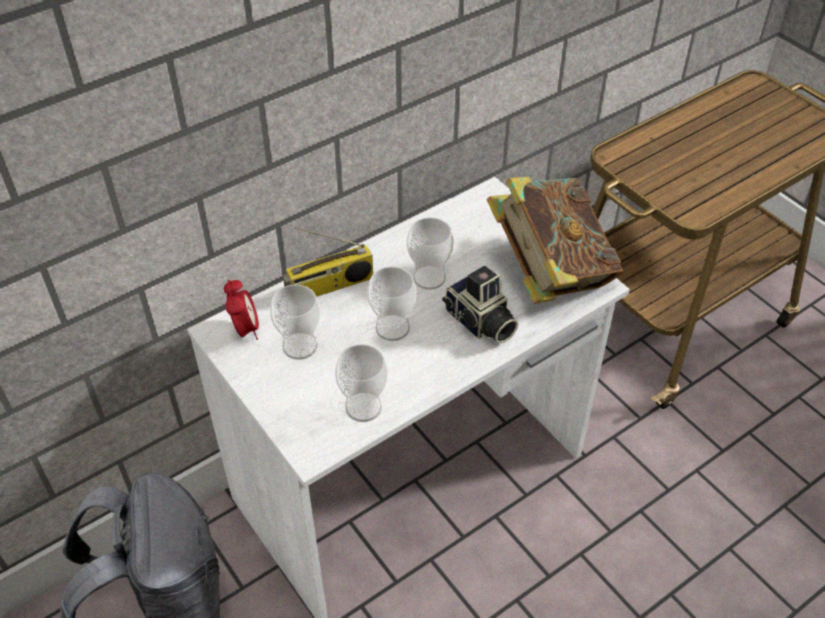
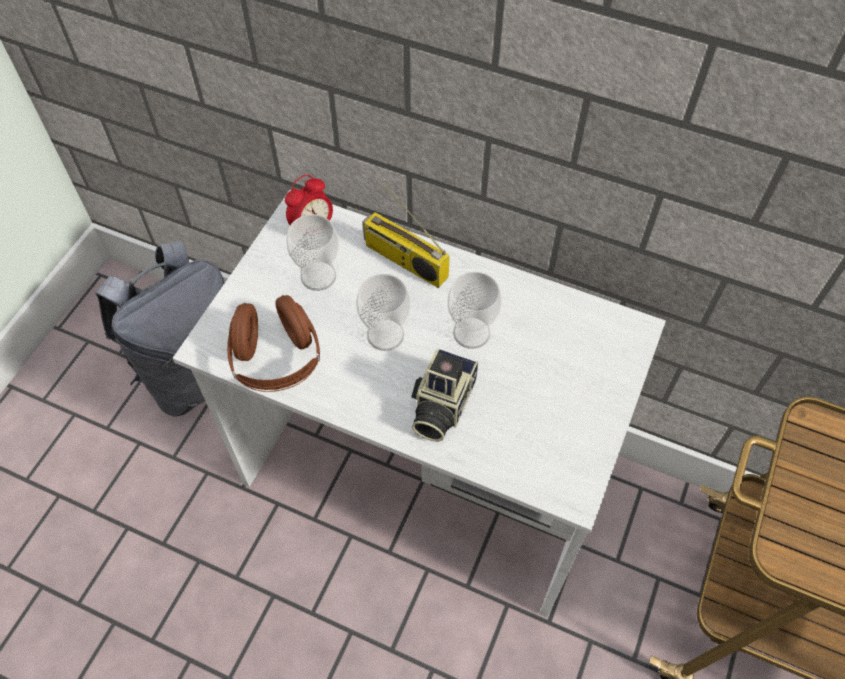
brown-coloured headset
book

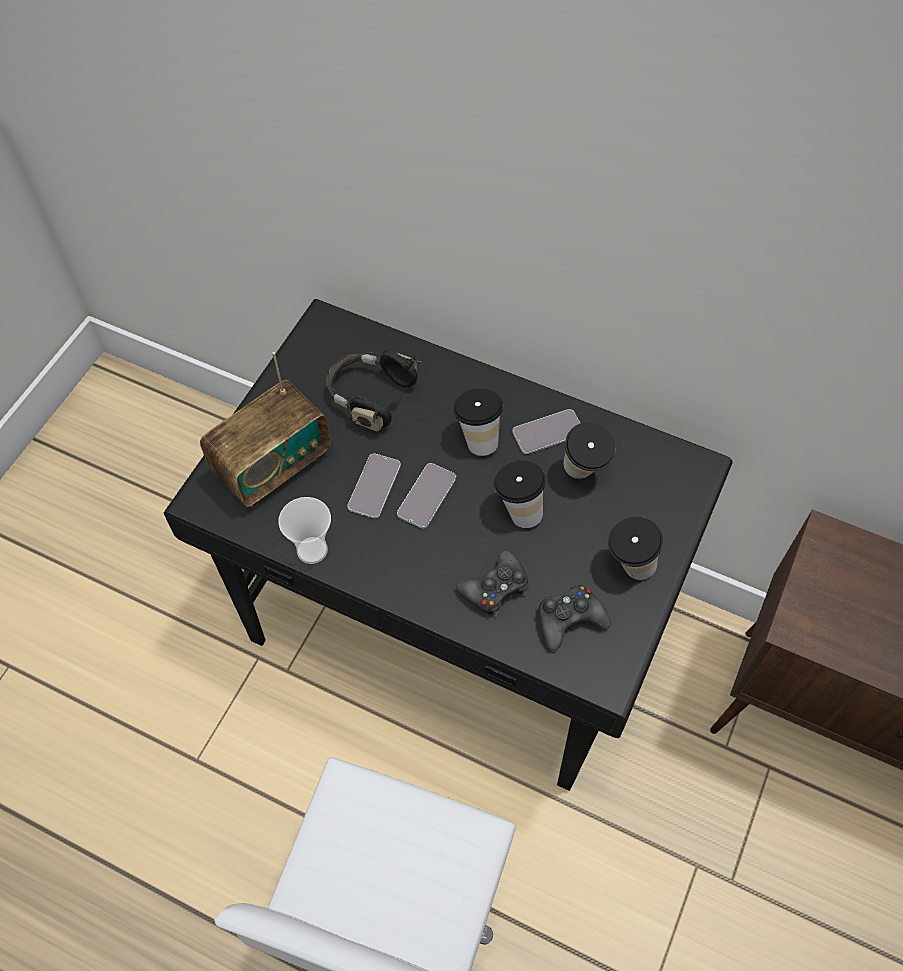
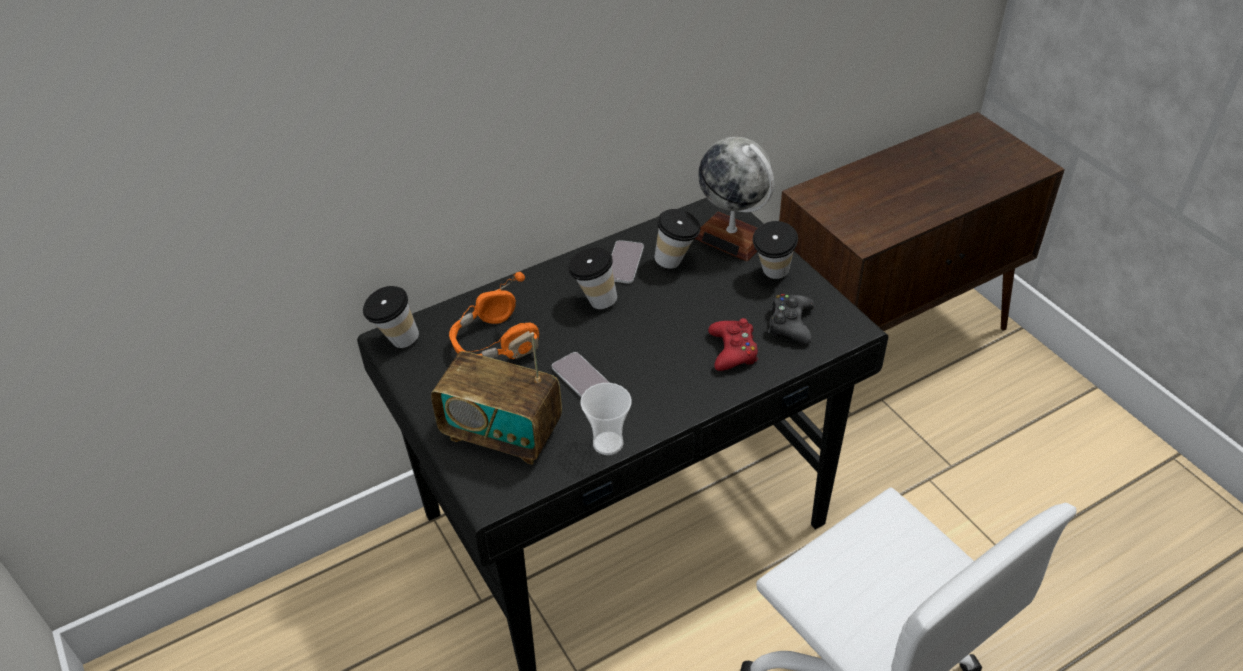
cup (1st from left)
radio
orange-coloured headset
desk globe
red game controller
handset (2nd from left in the first image)

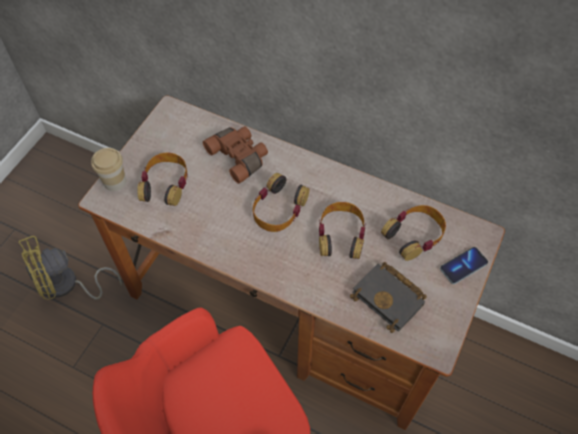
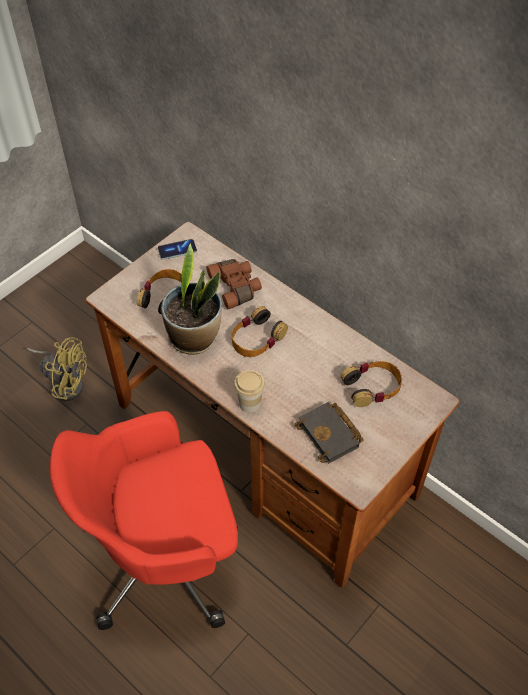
yellowish electric fan
handset
plant in a pot
cup
headset (3rd from left in the first image)

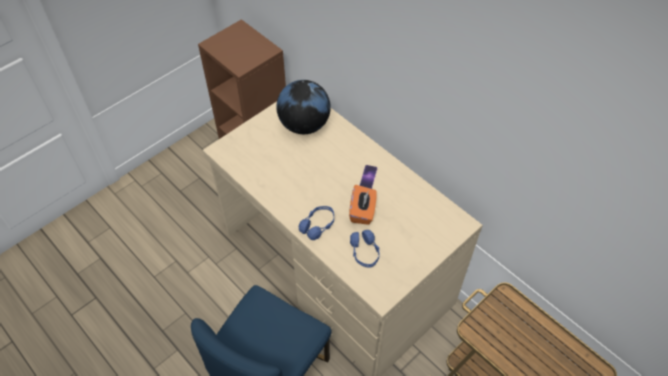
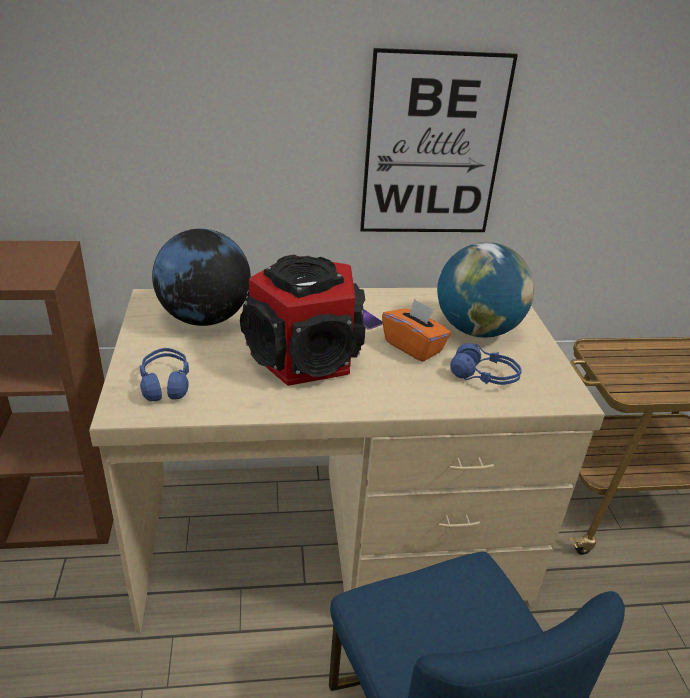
blue headset (1st from left)
audio speaker
wall art
desk globe (2nd from left)

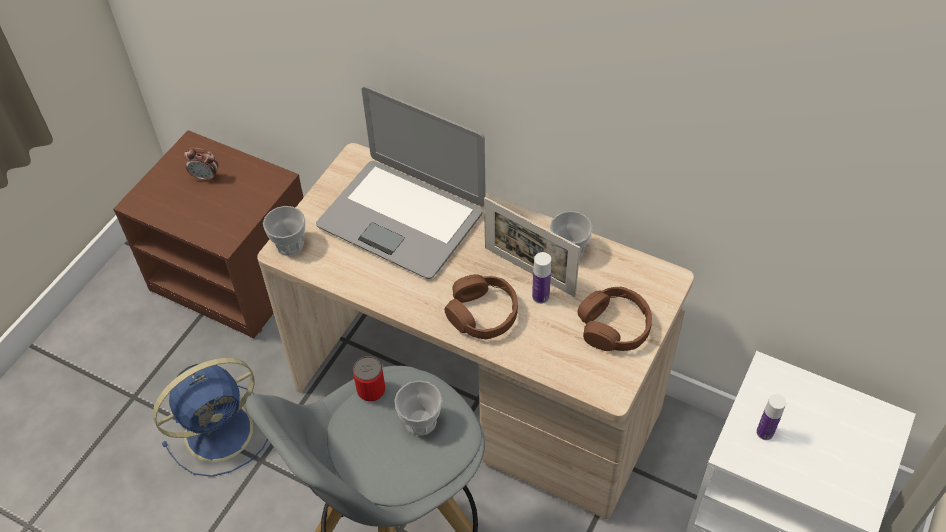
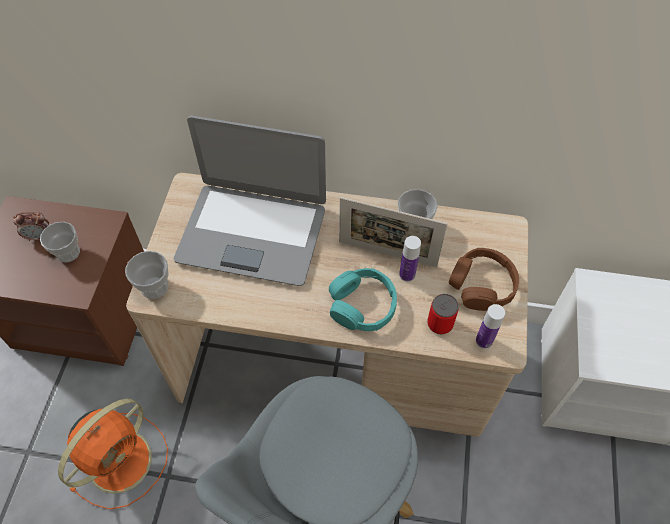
cup (1st from left)
orange-coloured electric fan
blue-green headset
metal can
drink bottle (2nd from left)

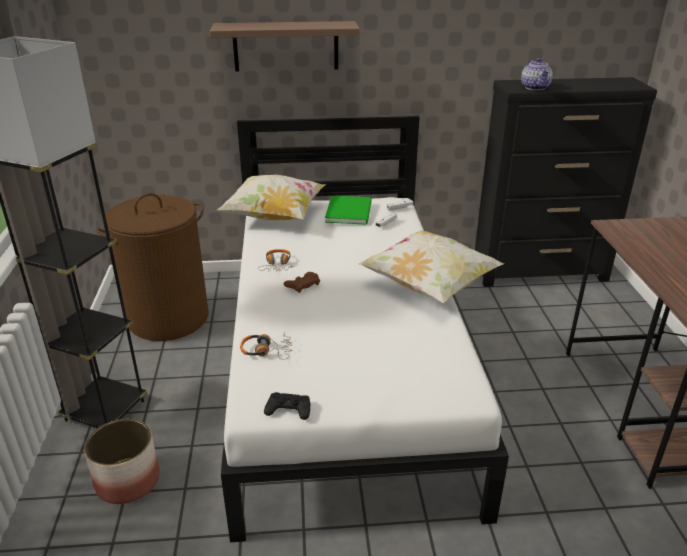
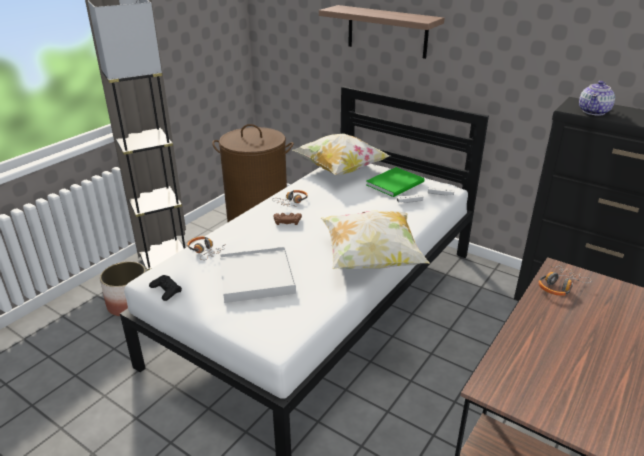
white-coloured tray
headset (3rd from left)

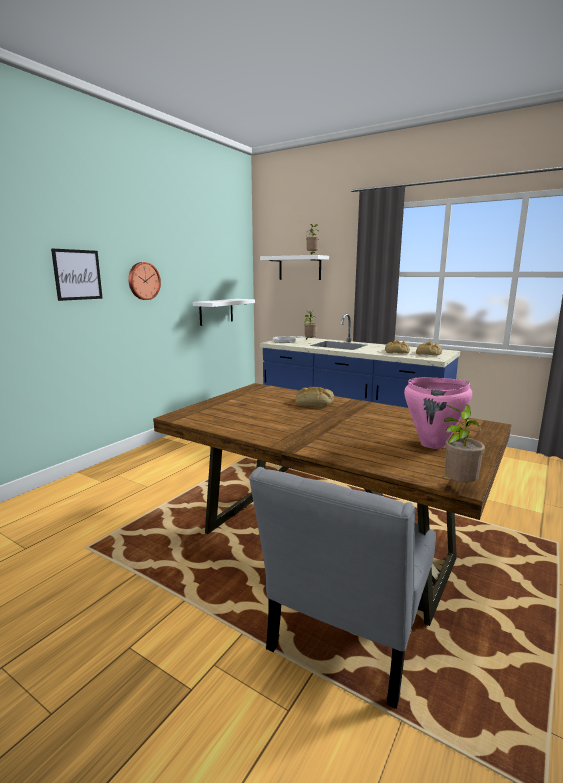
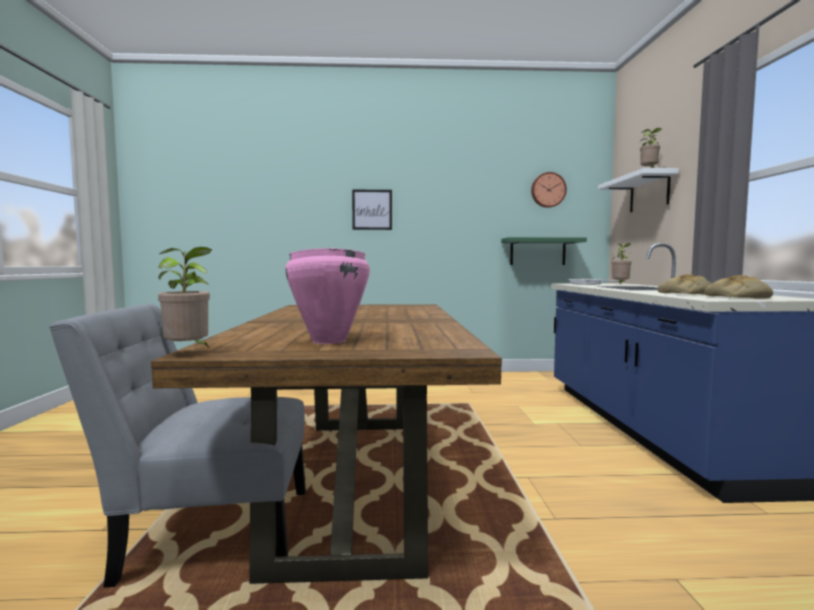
green-coloured wall shelf
clock on the wall
bread (1st from left in the first image)

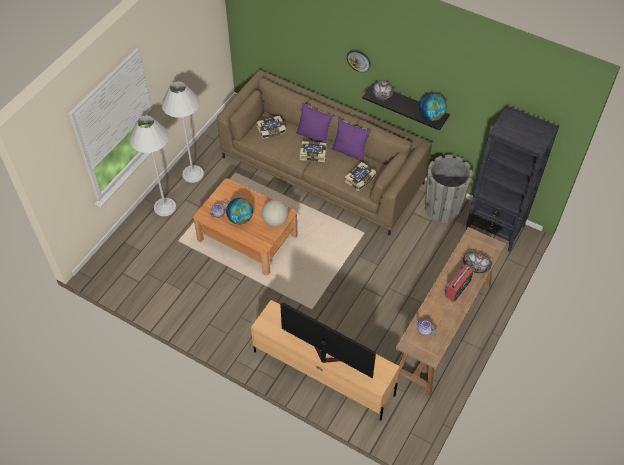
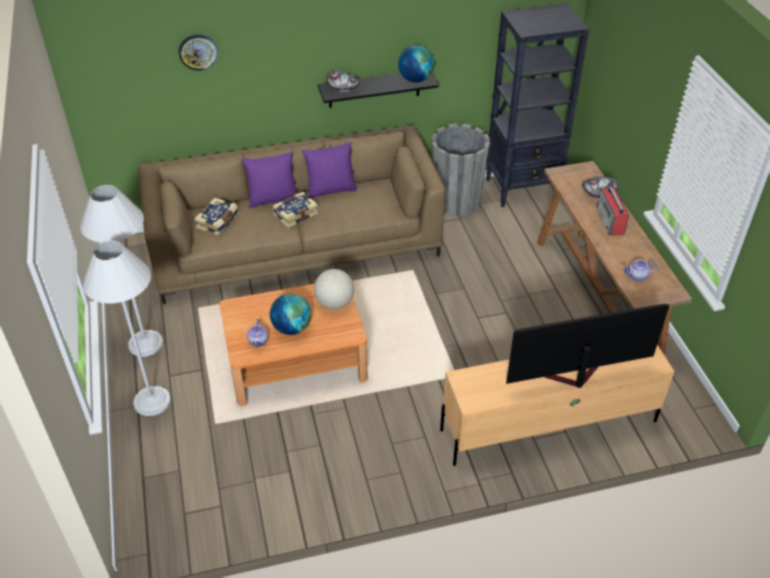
clock on the wall
book (3rd from left in the first image)

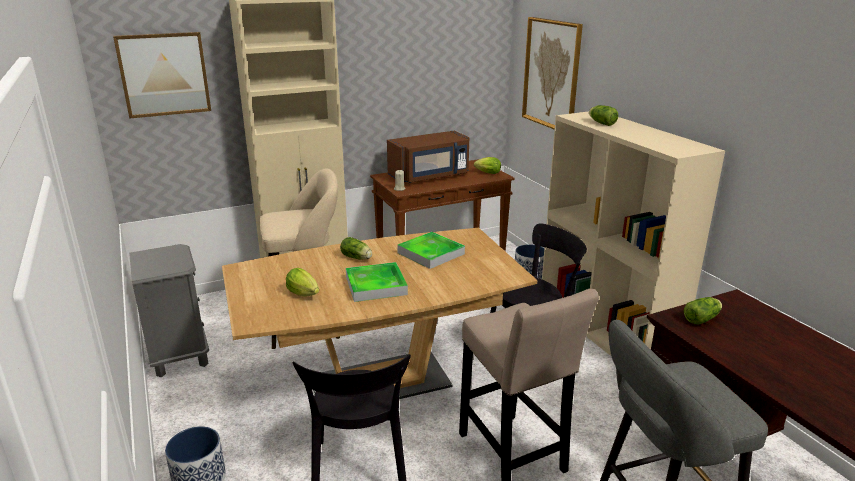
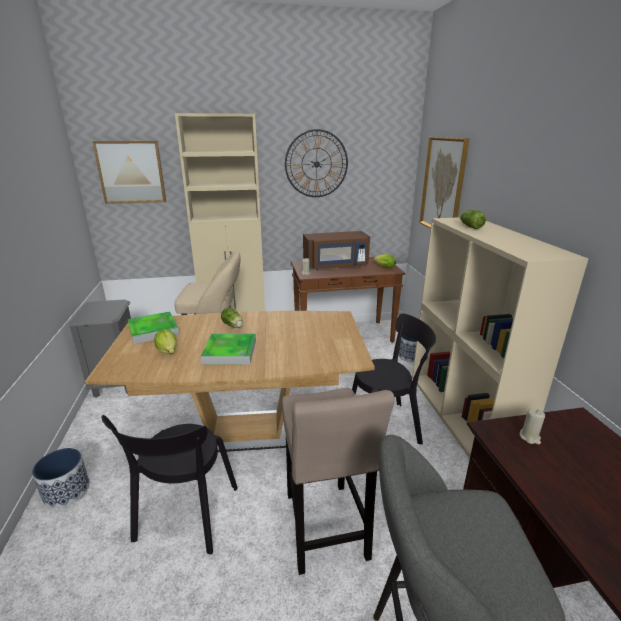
tray (1st from left)
clock on the wall
beige-coloured wax candle (2nd from left)

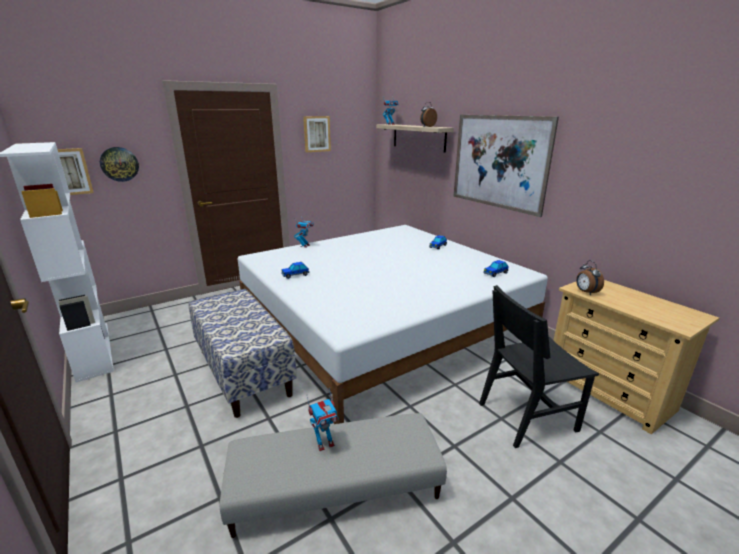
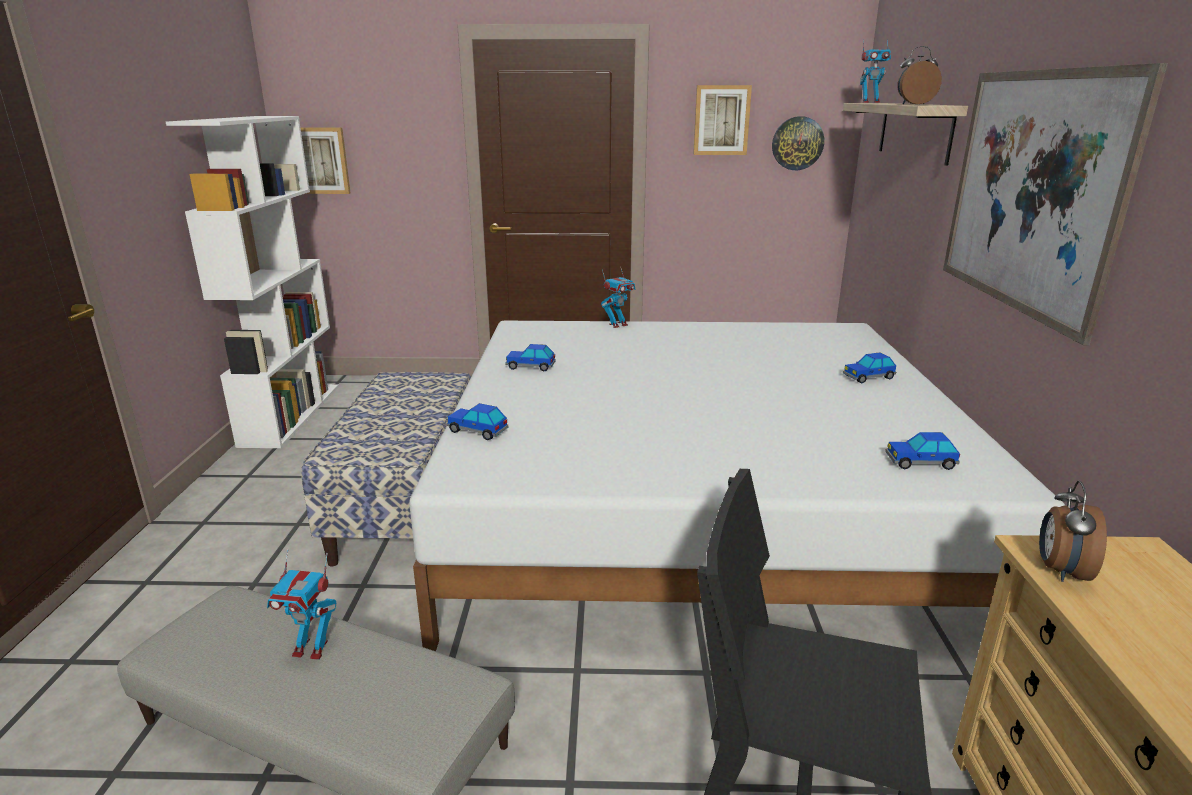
toy car (1st from left)
clock on the wall

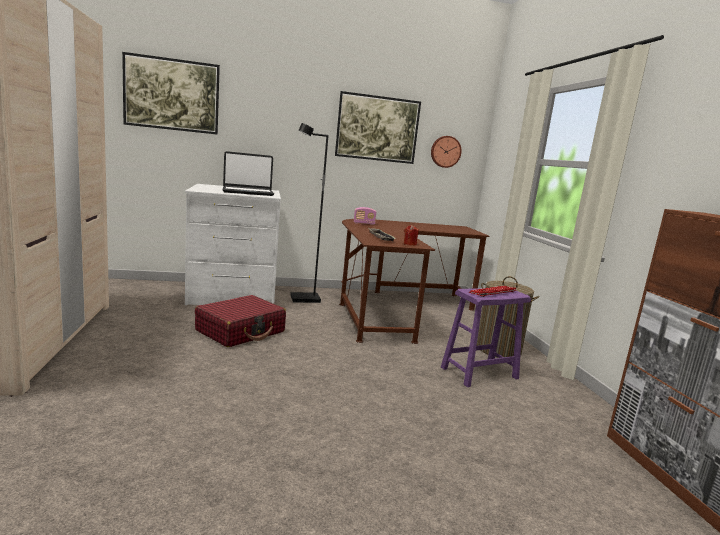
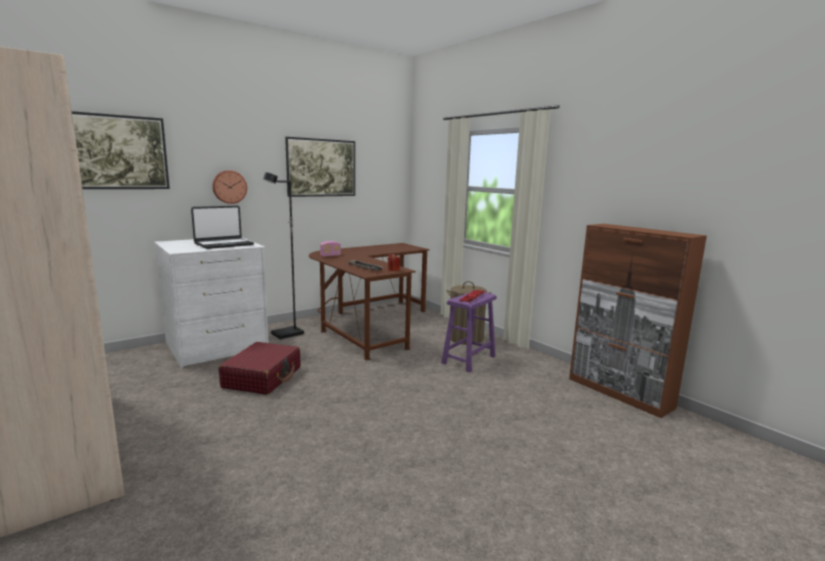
clock on the wall

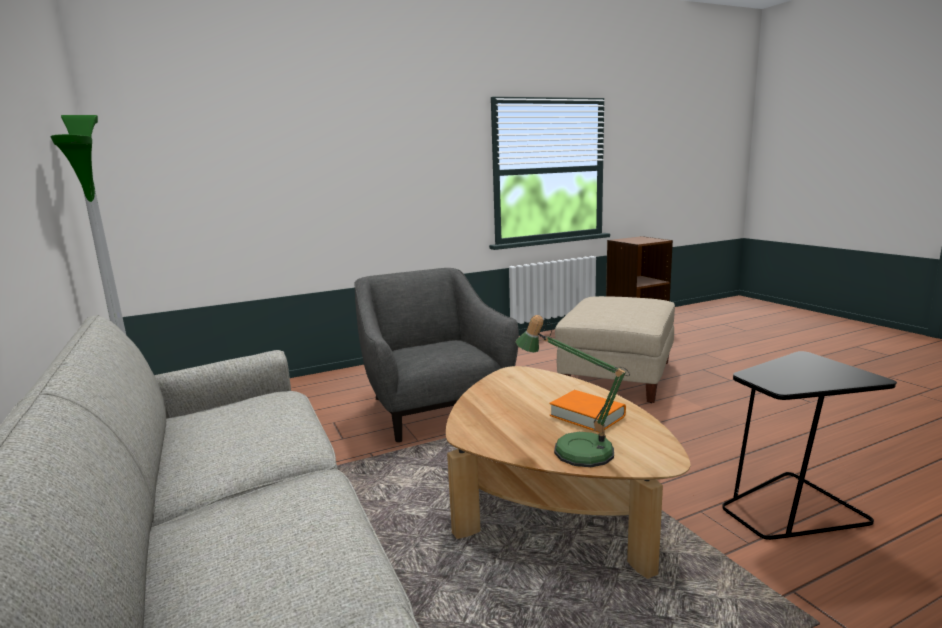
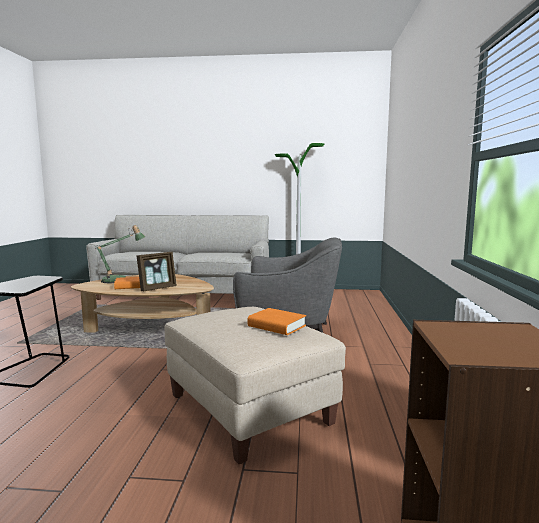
photo frame
orange-coloured book (2nd from left)

